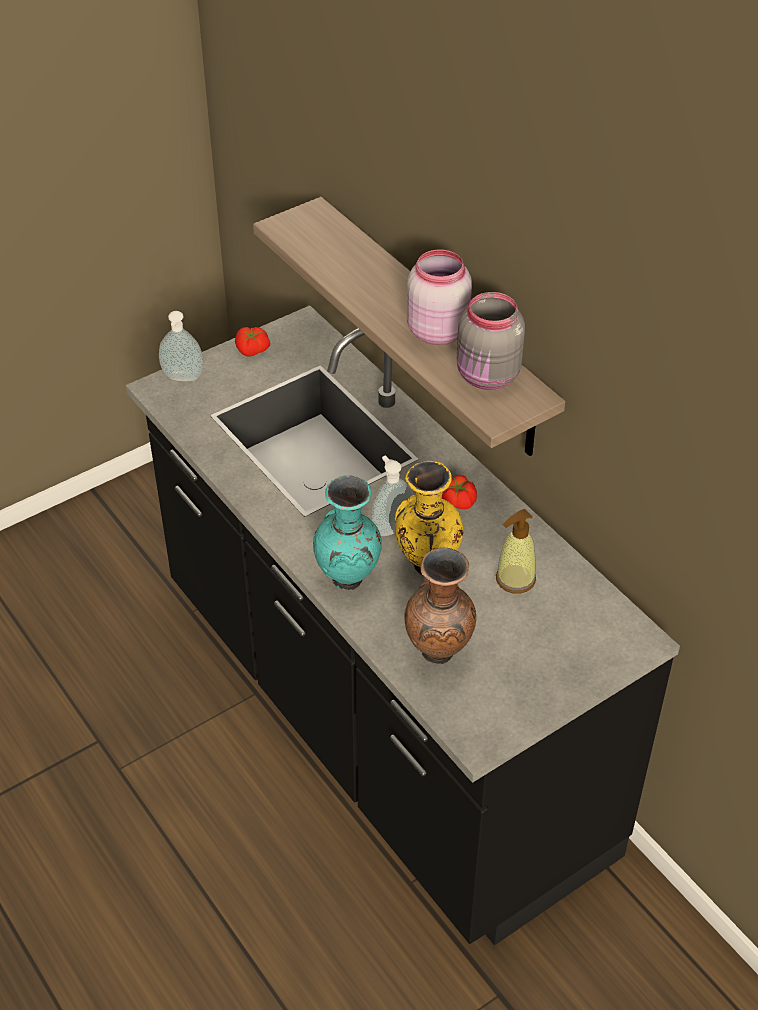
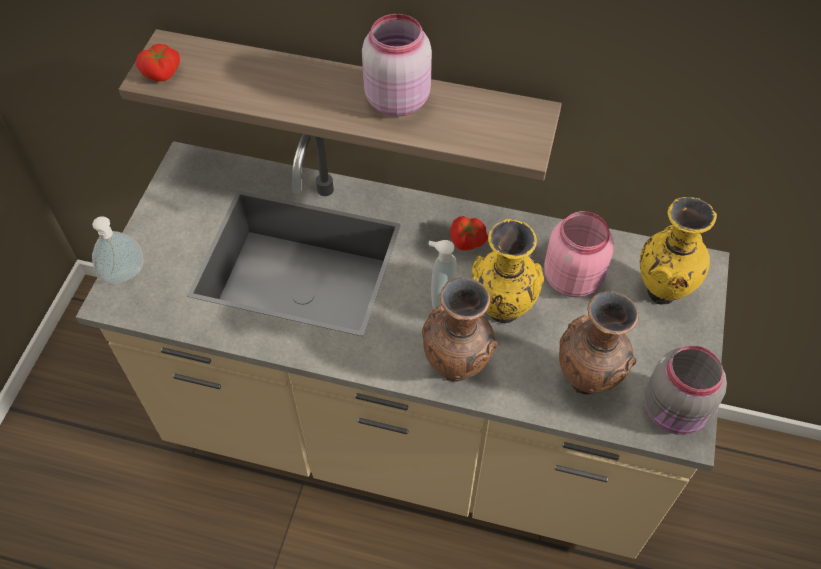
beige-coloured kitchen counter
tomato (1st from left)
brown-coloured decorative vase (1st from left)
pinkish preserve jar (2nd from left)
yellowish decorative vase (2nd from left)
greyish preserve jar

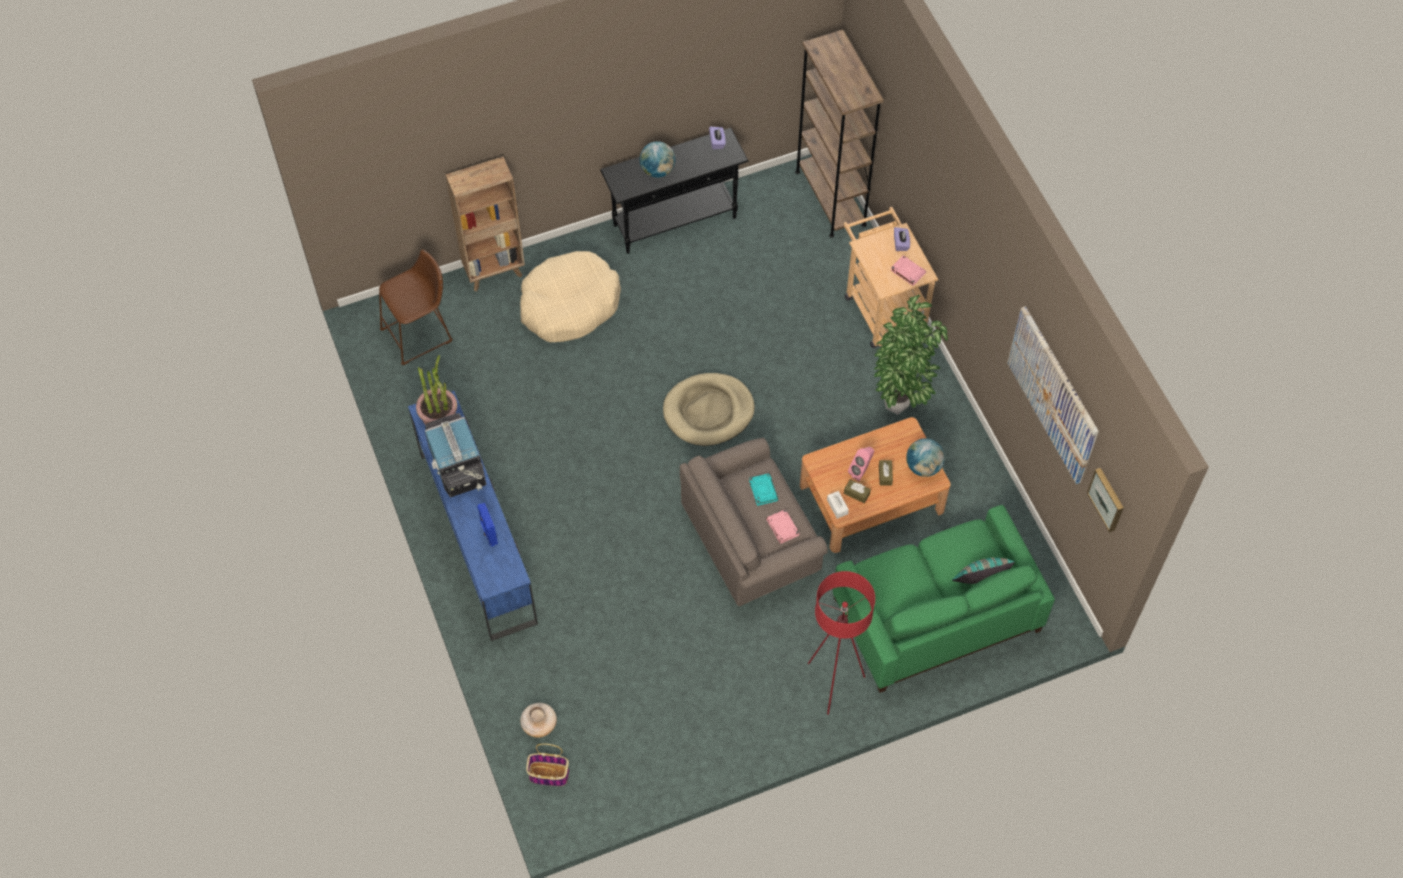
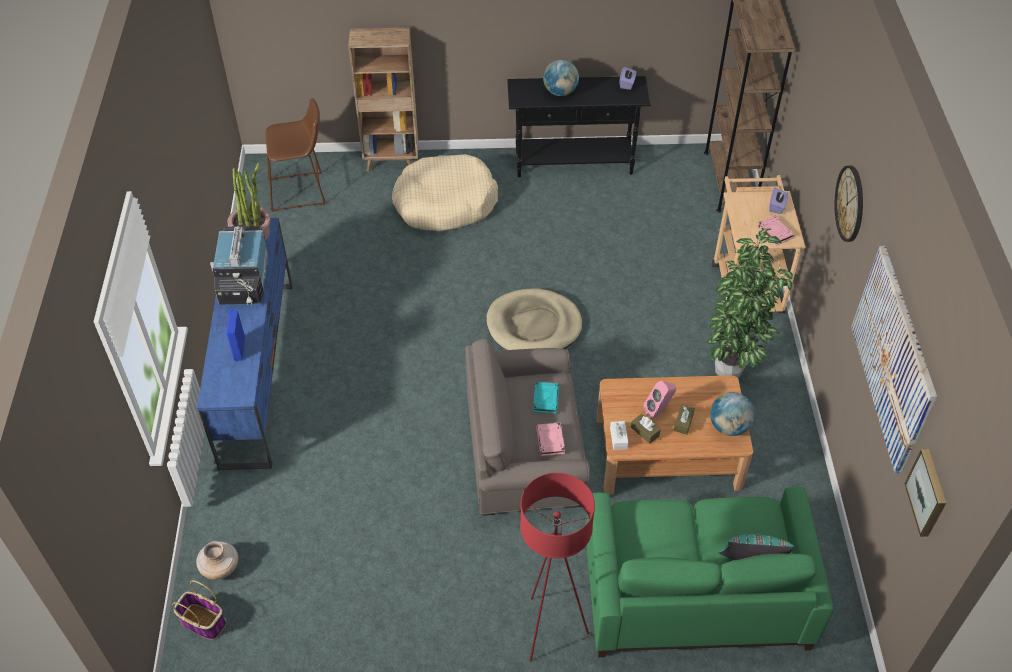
clock on the wall

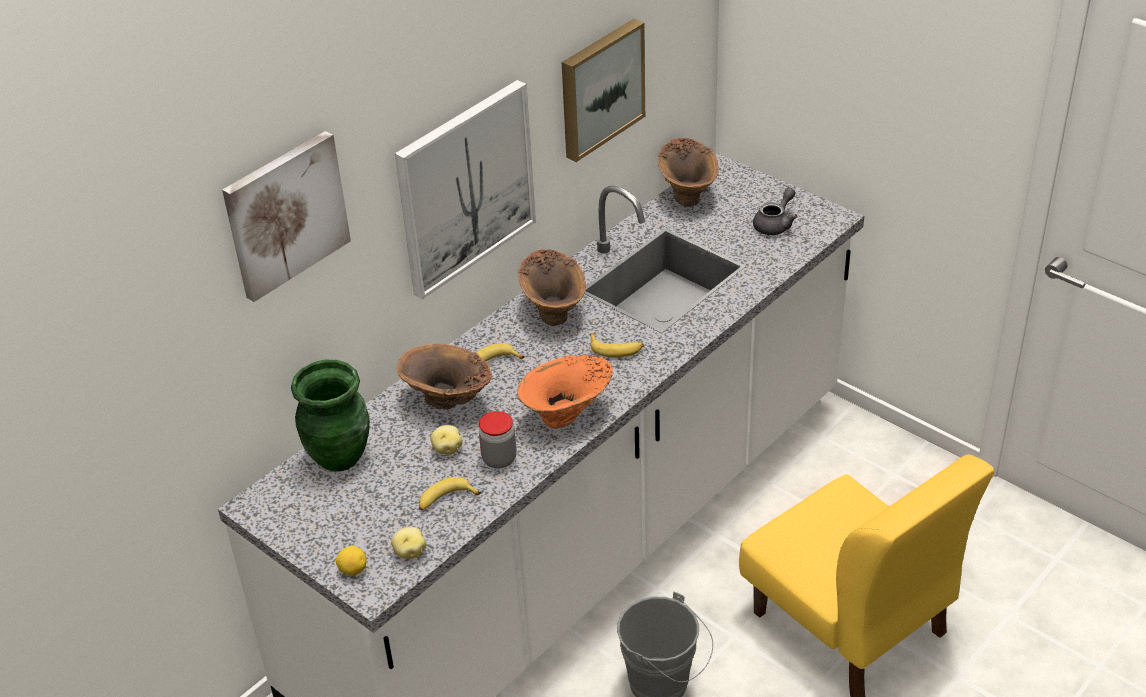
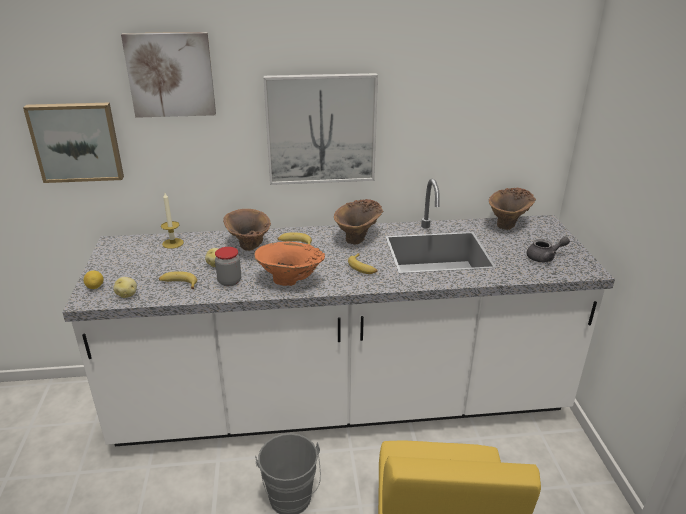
wall art (1st from left)
wax candle

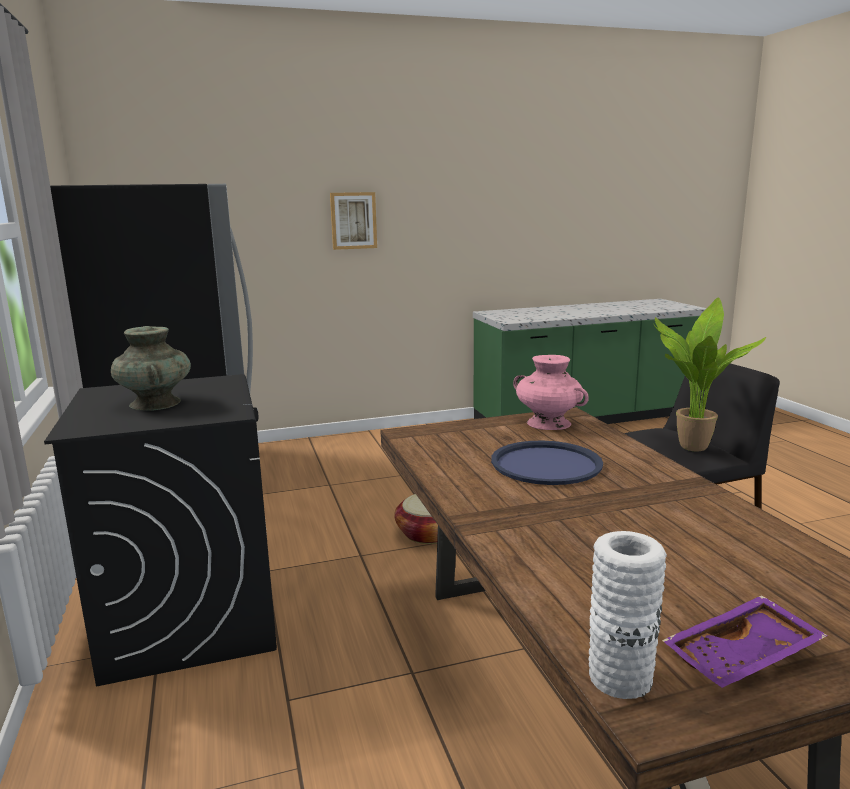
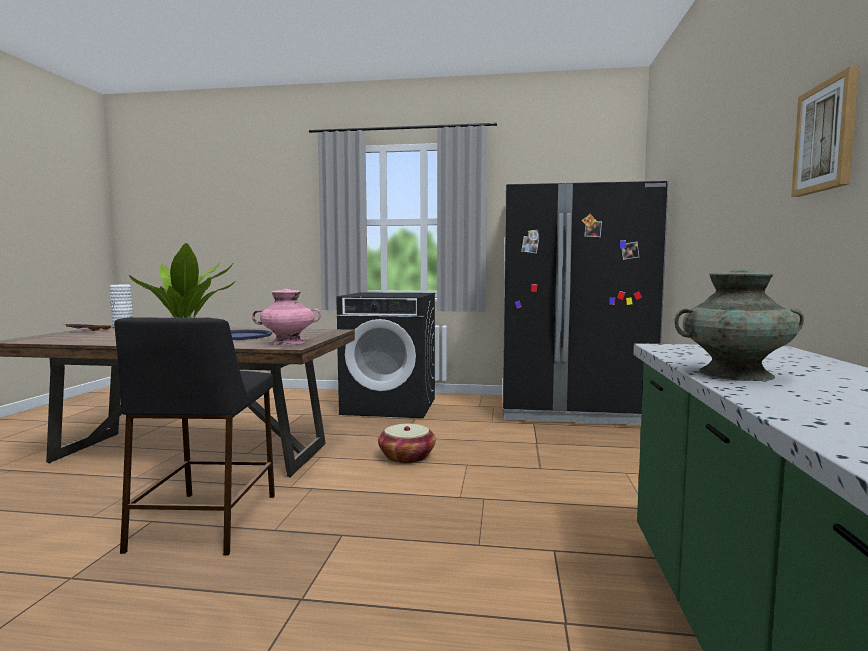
blue-green decorative vase
wall art

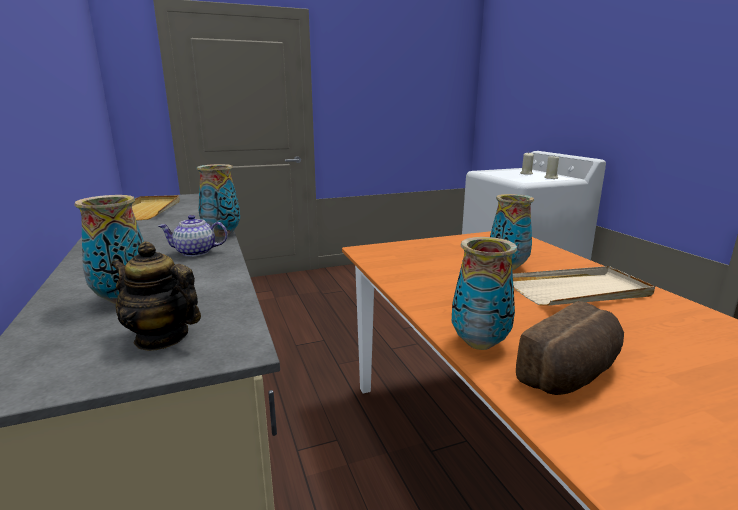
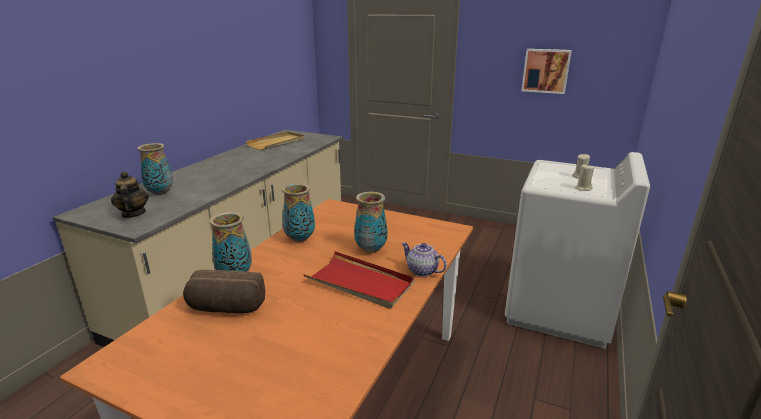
decorative vase (3rd from left)
red tray
pot for tea (2nd from left)
wall art

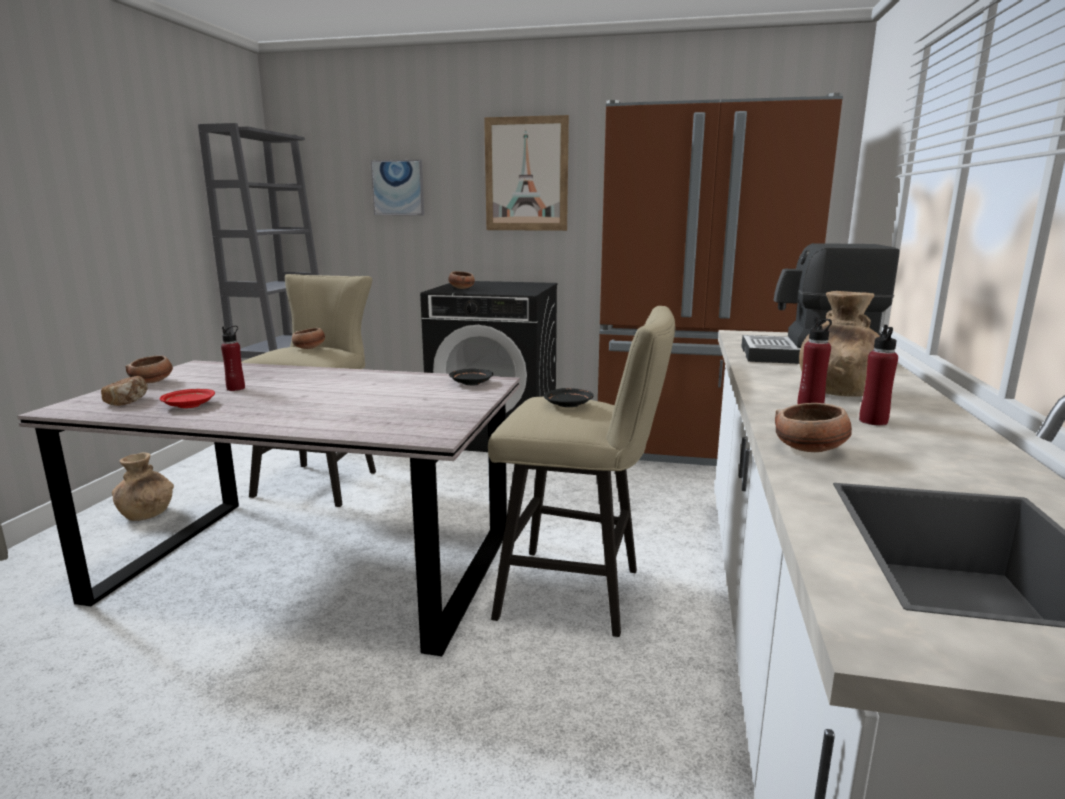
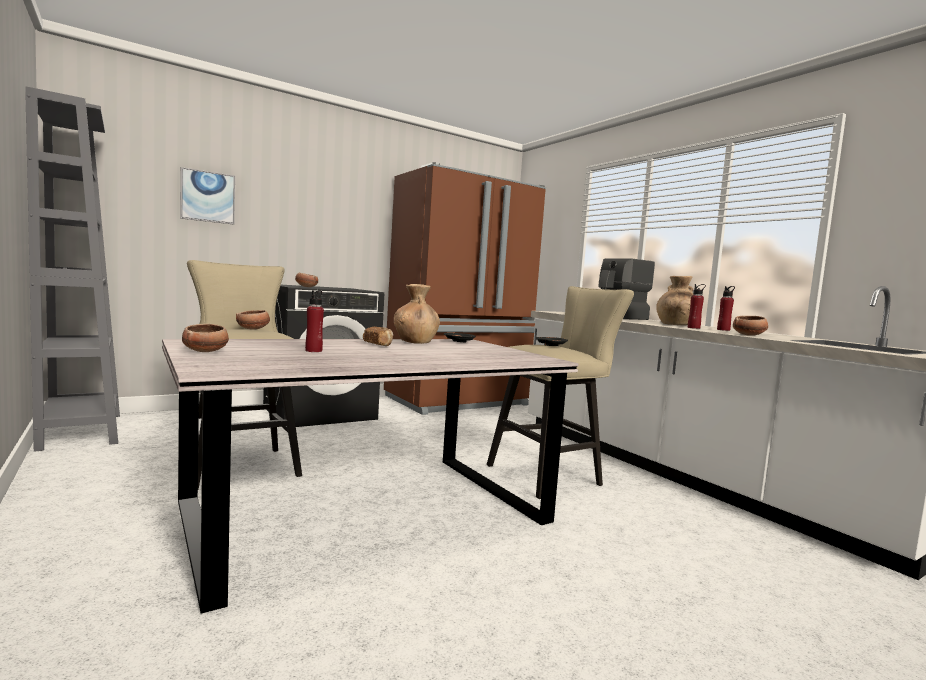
bread
brown-coloured decorative vase (1st from left)
red flat dish
wall art (2nd from left in the first image)

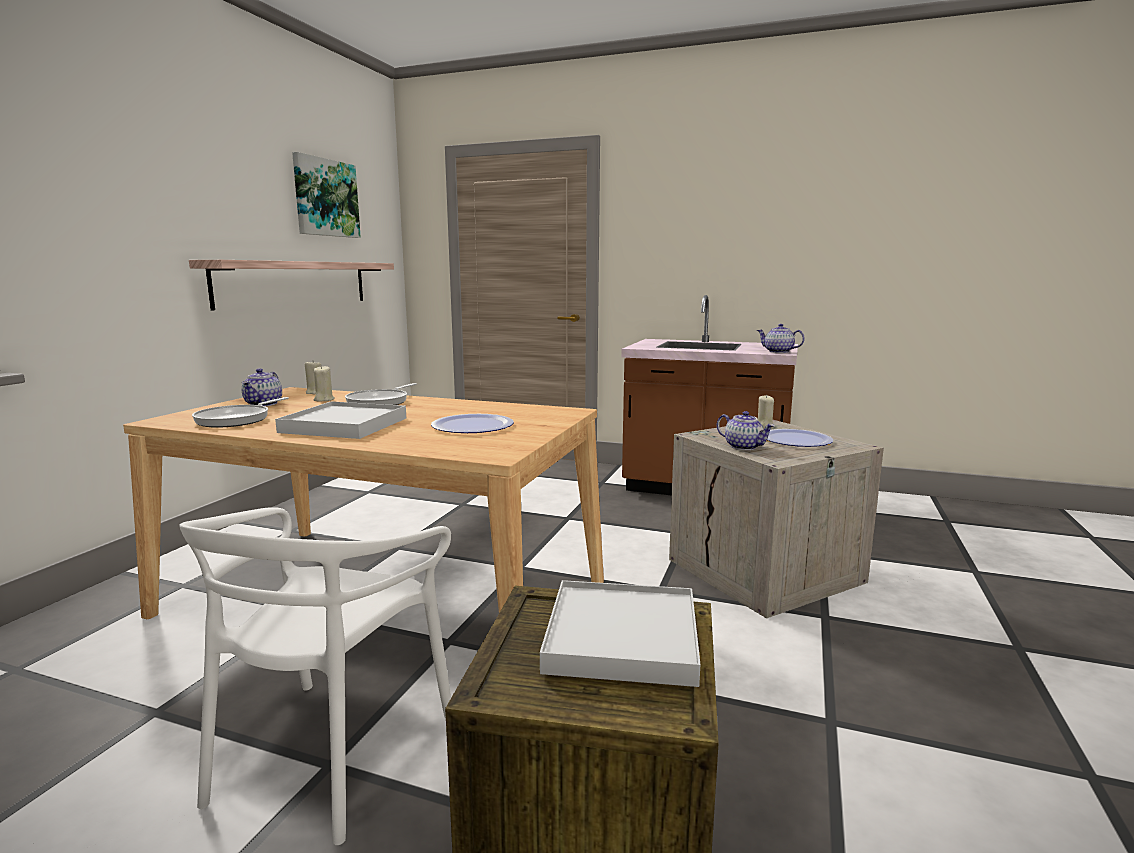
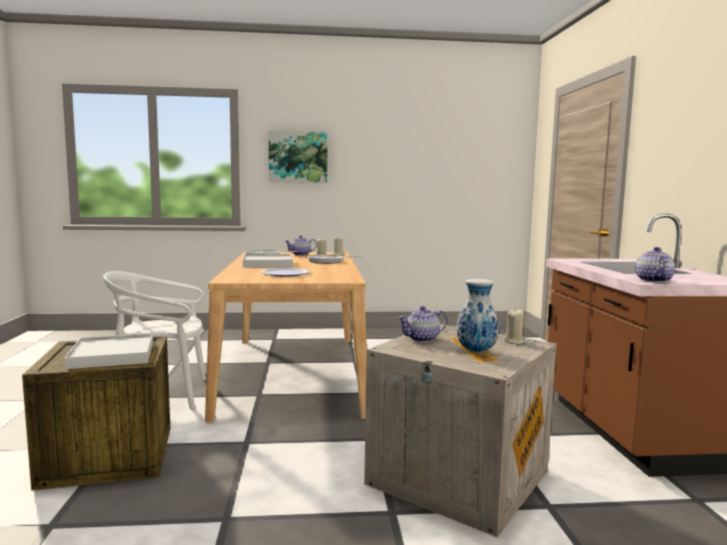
wall art
pot for tea (2nd from left)
decorative vase
wall shelf

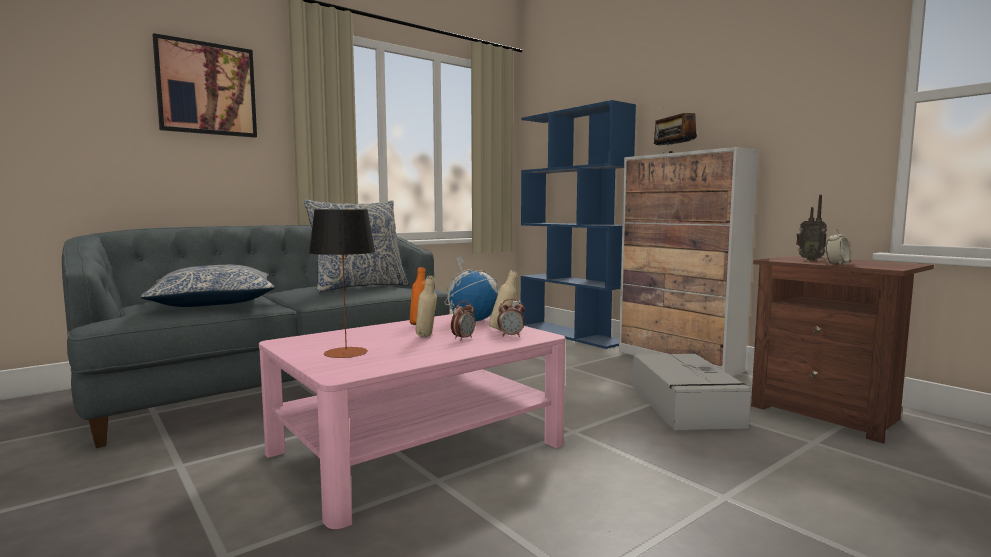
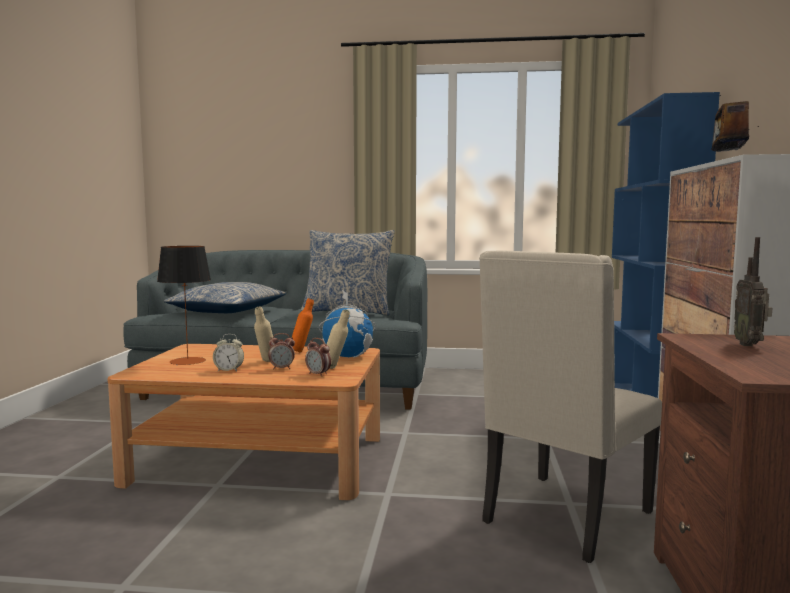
brown-coloured low table
alarm clock (1st from left)
beige-coloured chair
wall art

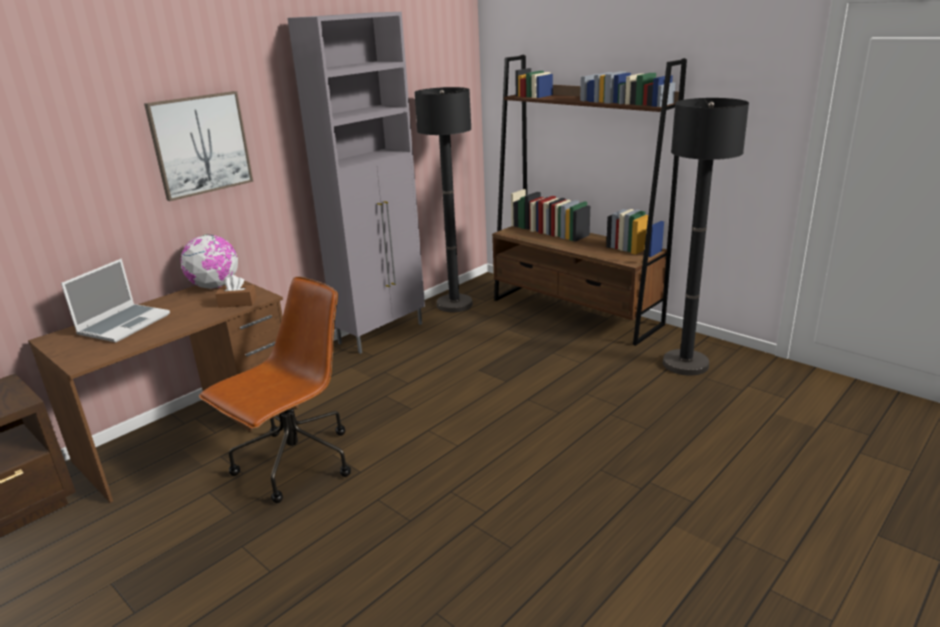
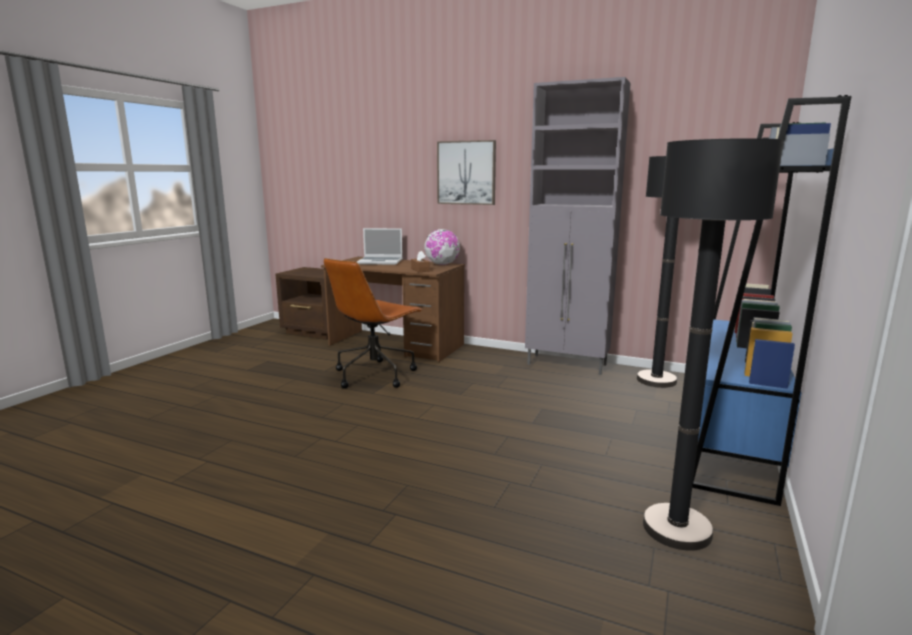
brown-coloured desk chair
blue bookcase

